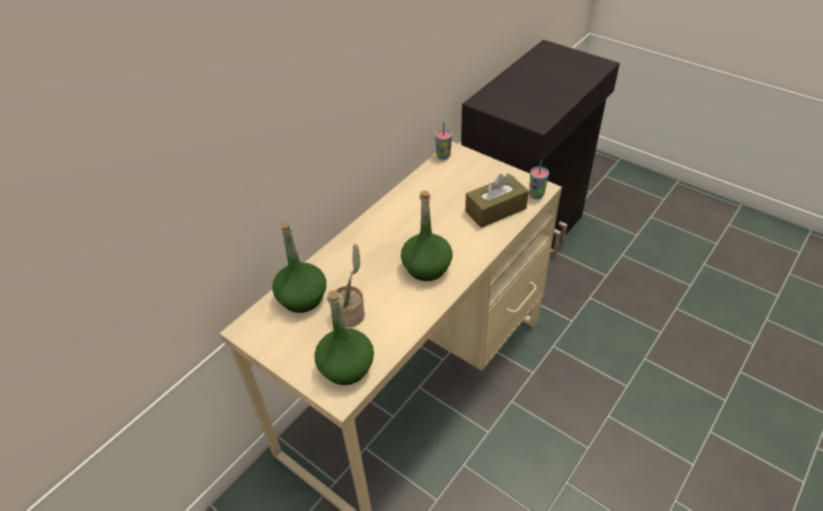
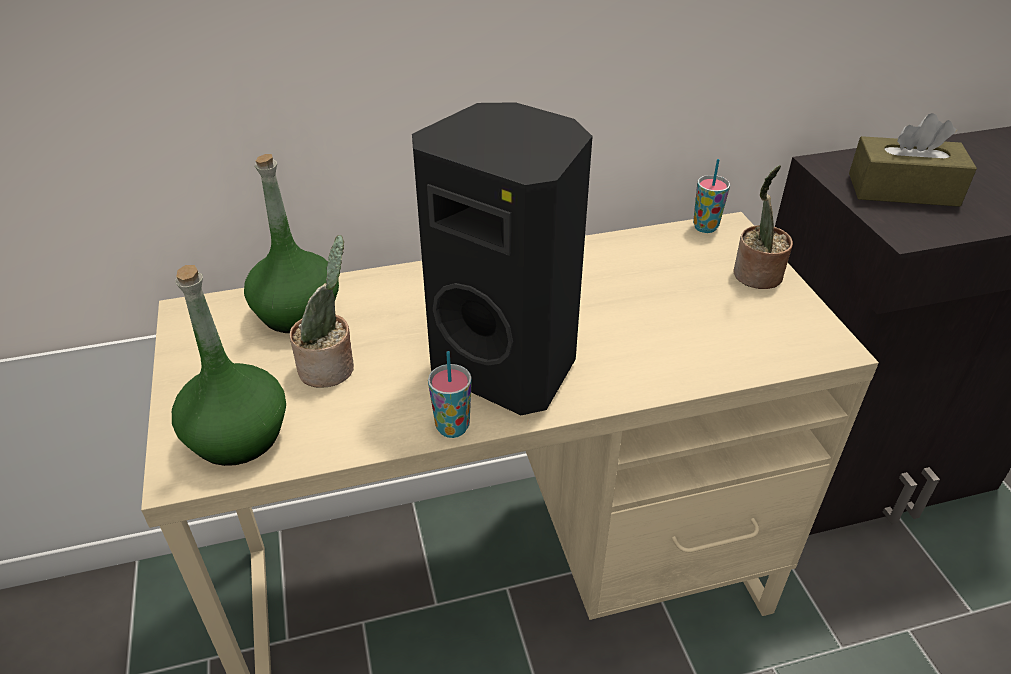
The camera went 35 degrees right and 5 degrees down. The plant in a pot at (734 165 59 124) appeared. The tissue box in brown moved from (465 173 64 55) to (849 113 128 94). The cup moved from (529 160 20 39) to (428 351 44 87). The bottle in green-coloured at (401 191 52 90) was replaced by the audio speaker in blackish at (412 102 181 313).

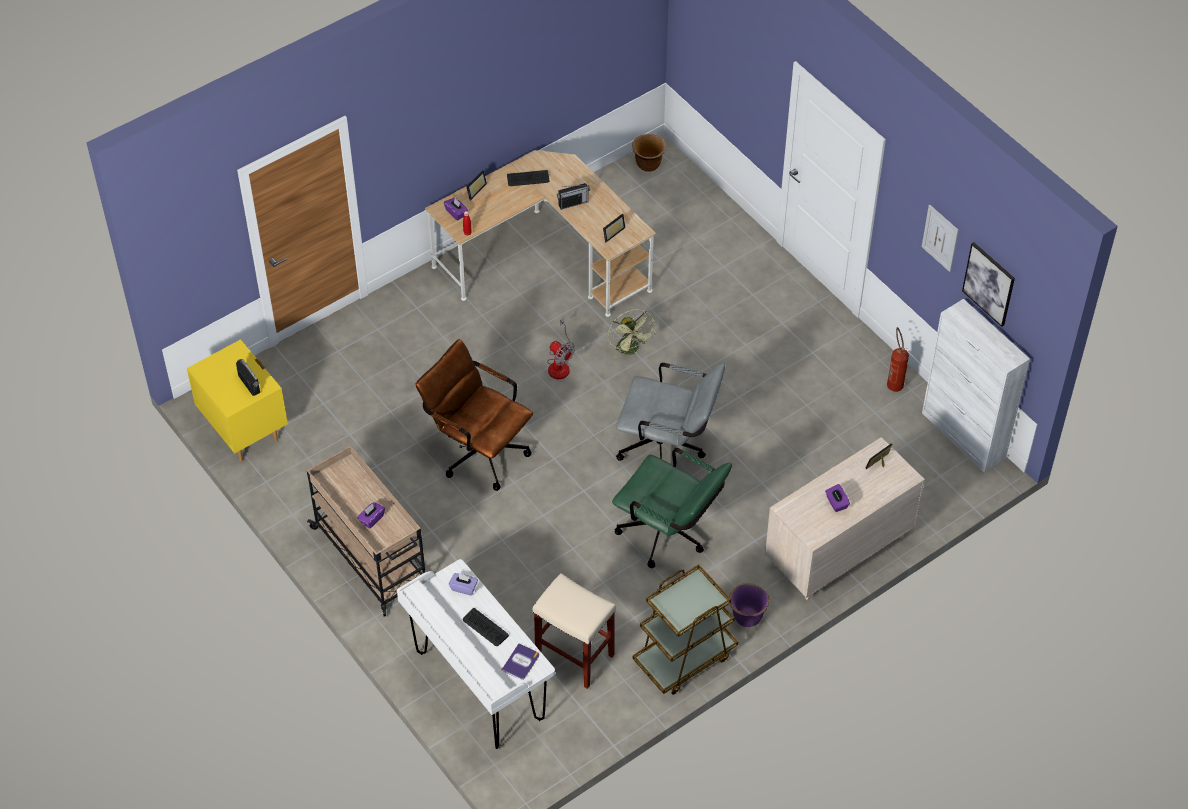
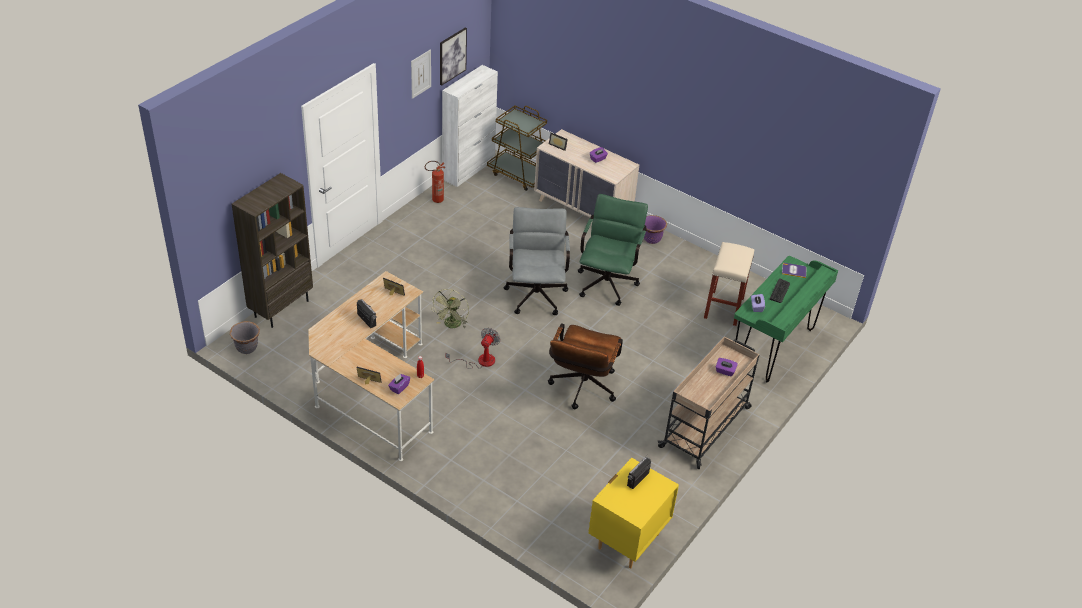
The camera went 110 degrees left and 10 degrees down. The keyboard at (507 170 42 16) disappeared. The shelving unit in brown at (232 173 81 155) appeared. The trolley in brown moved from (633 564 105 131) to (487 106 60 85). The desk unit in white at (397 559 158 190) became the desk unit in green-coloured at (734 256 104 126). The planter in brown at (632 134 34 38) became the planter in gray at (230 321 30 33). The cooling fan in green-coloured at (608 309 48 50) turned 150 degrees clockwise.

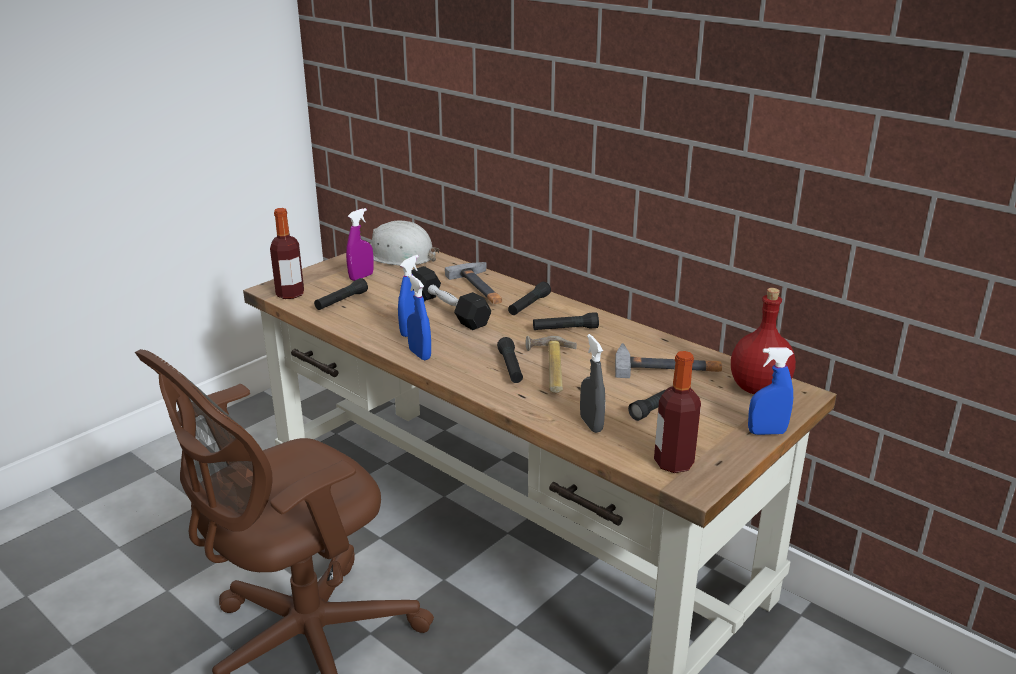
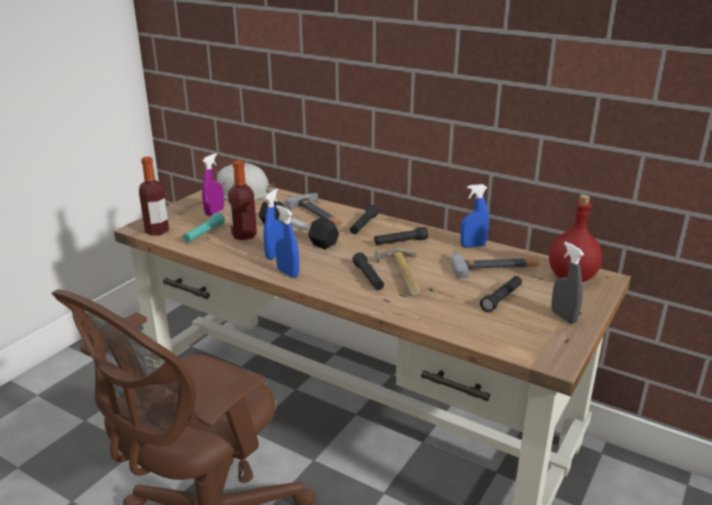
The camera went 10 degrees left and 0 degrees up. The hand sprayer in gray moved from (580 334 25 99) to (551 242 34 82). The bottle moved from (654 351 47 122) to (228 160 29 80). The hand sprayer in blue-coloured moved from (748 347 45 88) to (460 184 29 63). The flashlight in blackish at (314 278 54 32) became the flashlight in blue-green at (183 213 42 30).

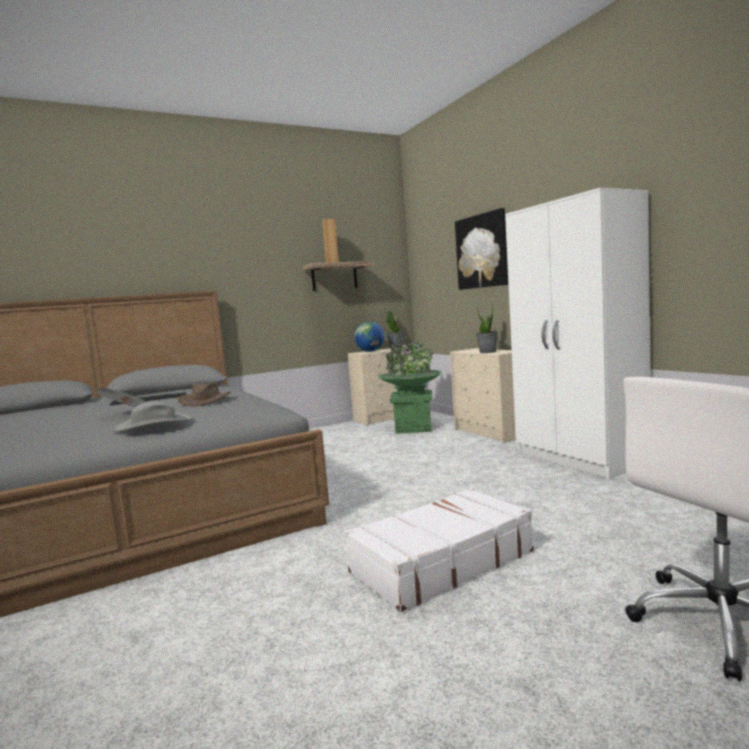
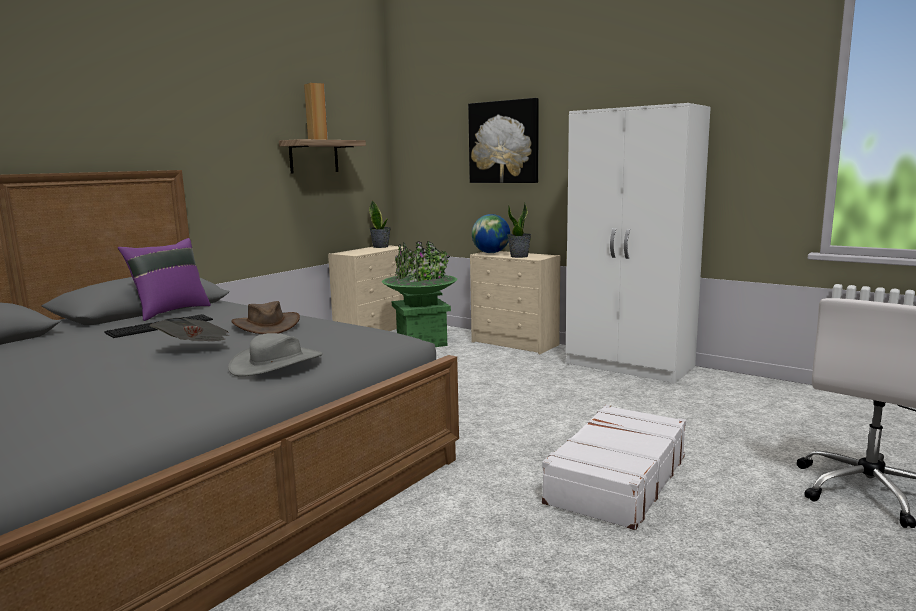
The camera went 25 degrees left and 5 degrees up. The throw pillow in purple-coloured at (118 238 93 83) appeared. The world globe moved from (354 322 30 30) to (472 214 38 39).

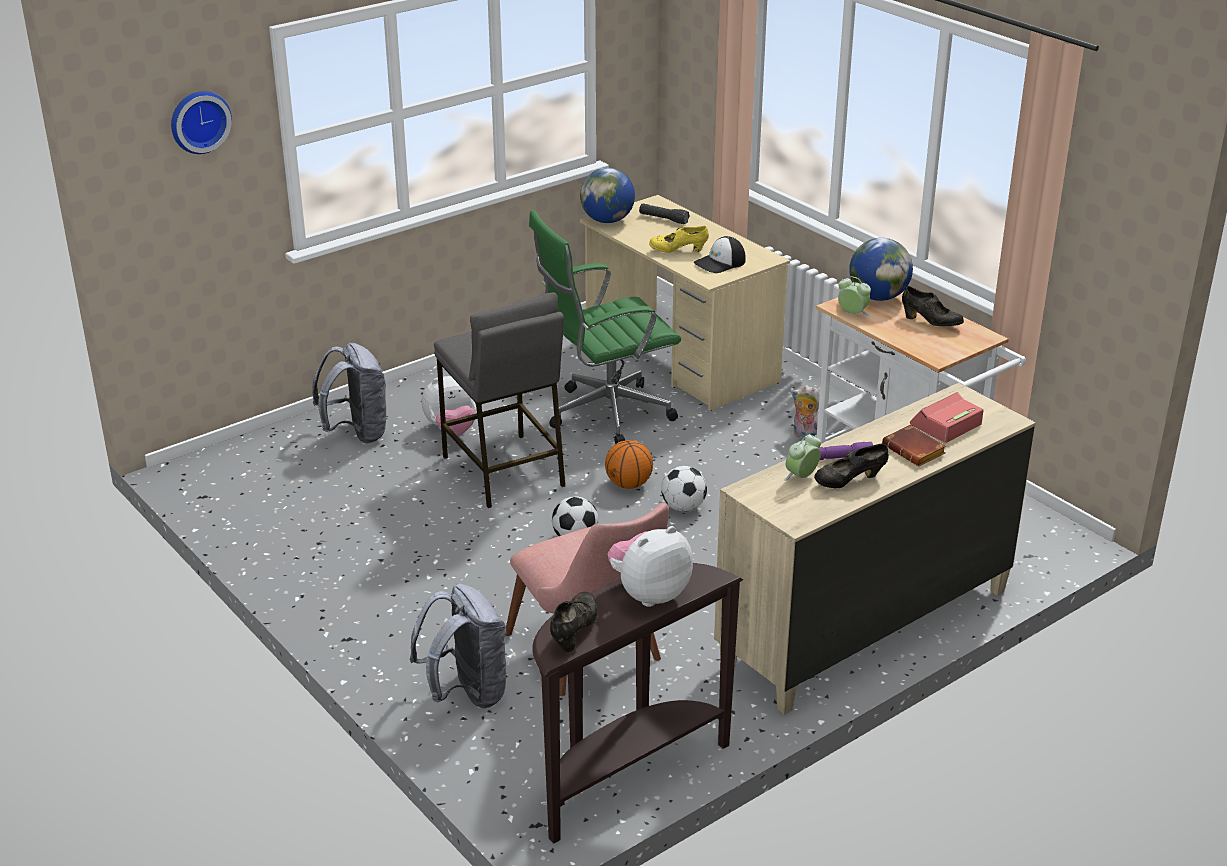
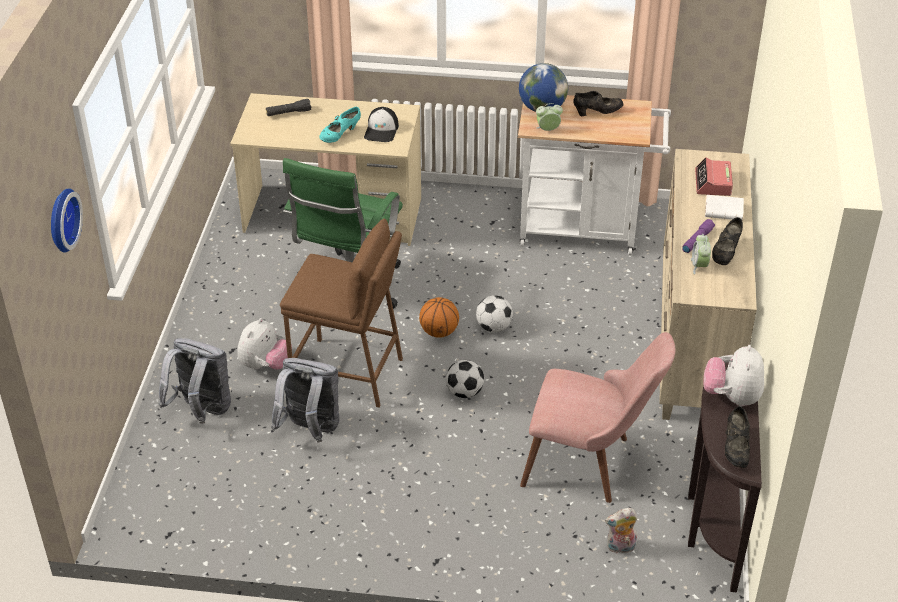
The camera went 45 degrees left and 10 degrees up. The world globe at (580 168 55 55) disappeared. The backpack in gray moved from (410 583 97 125) to (271 358 69 85). The cuddly toy moved from (792 385 28 55) to (605 508 33 46). The stool in gray at (434 292 131 216) became the stool in brown at (280 218 123 190). The item of footwear in yellow-coloured at (649 226 60 27) became the item of footwear in blue-green at (319 107 42 36). The book in brown at (882 425 64 42) became the book in white at (705 195 39 25). The item of footwear in blackish at (550 592 48 61) turned 150 degrees counterclockwise.

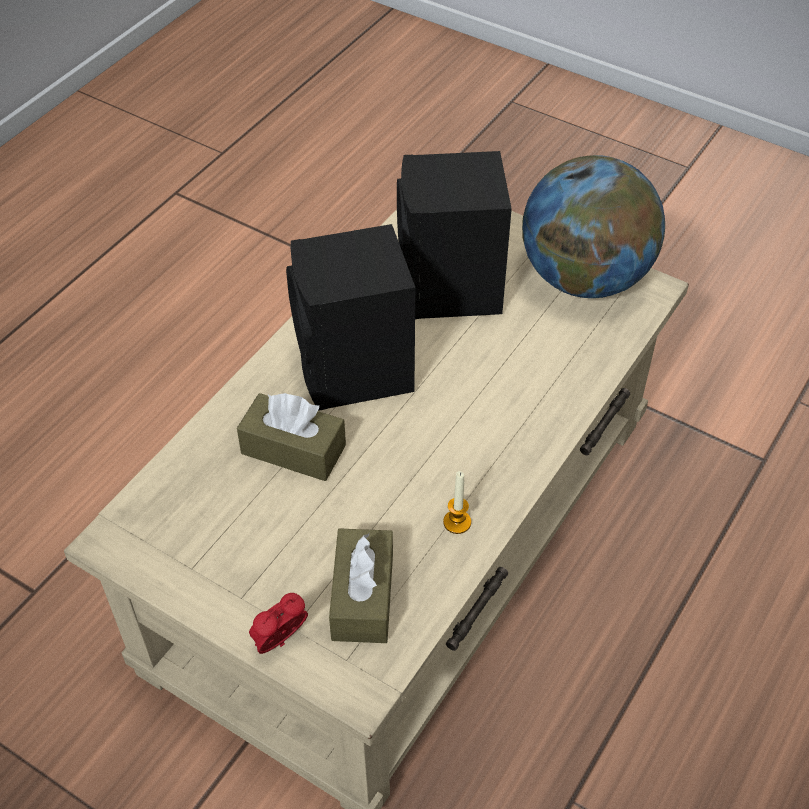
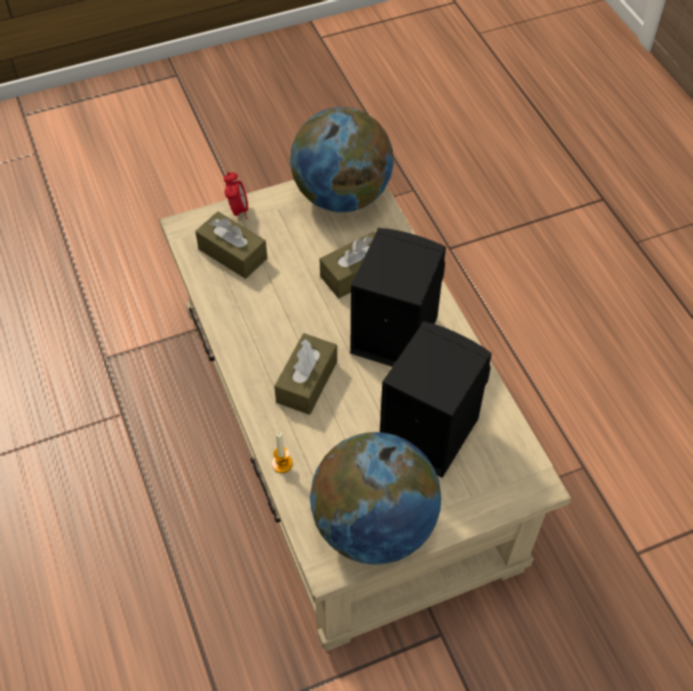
The camera went 125 degrees right and 5 degrees up. The tissue box in brown at (274 333 63 82) appeared. The world globe at (290 107 104 105) appeared. The wax candle moved from (443 471 28 63) to (272 431 21 42).

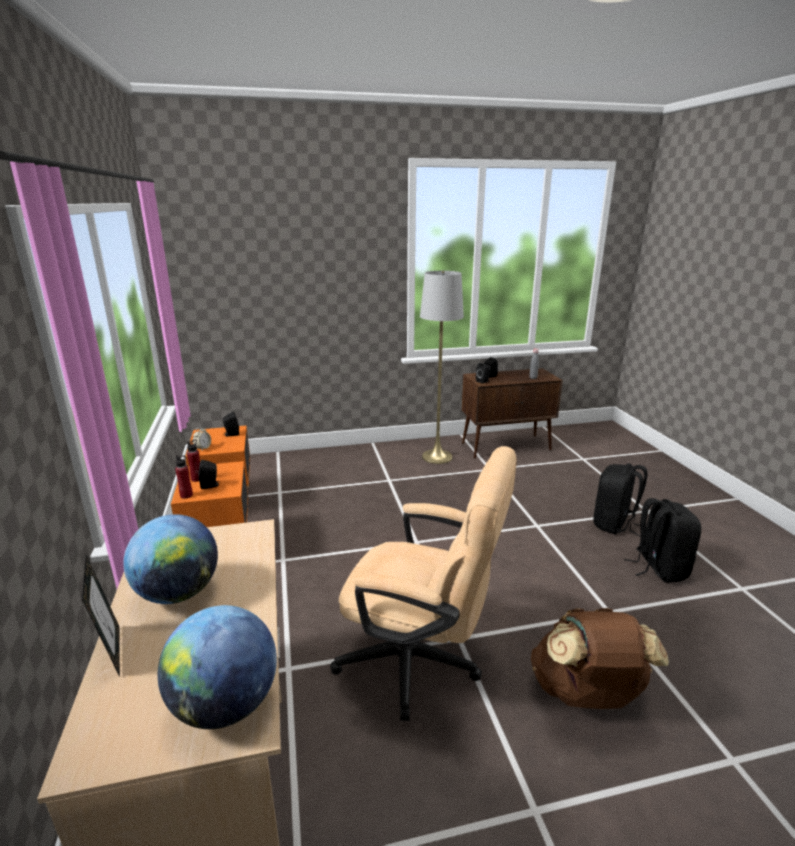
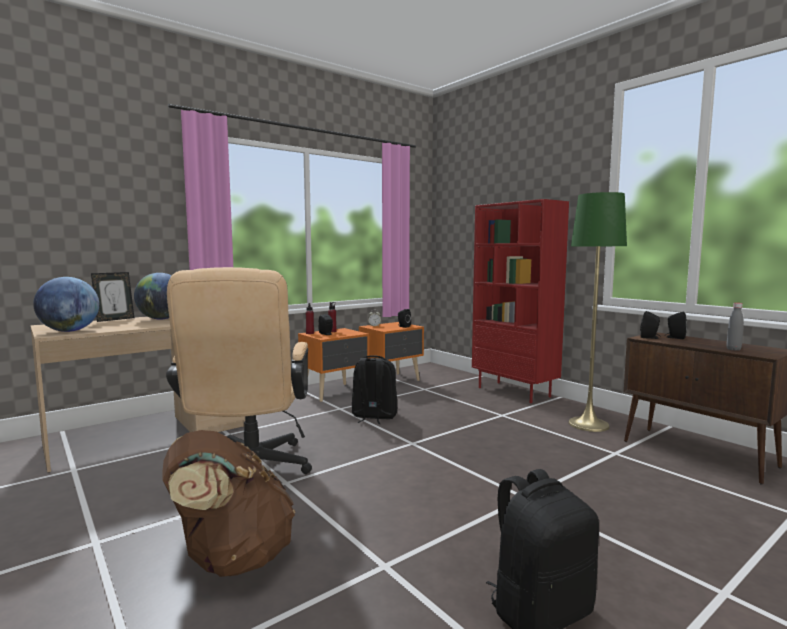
The camera went 65 degrees right and 15 degrees down. The shelving unit in red at (472 199 97 204) appeared. The backpack in blackish moved from (594 463 54 74) to (352 355 45 69). The standing lamp in gray at (420 271 44 193) became the standing lamp in green-coloured at (568 192 59 240).

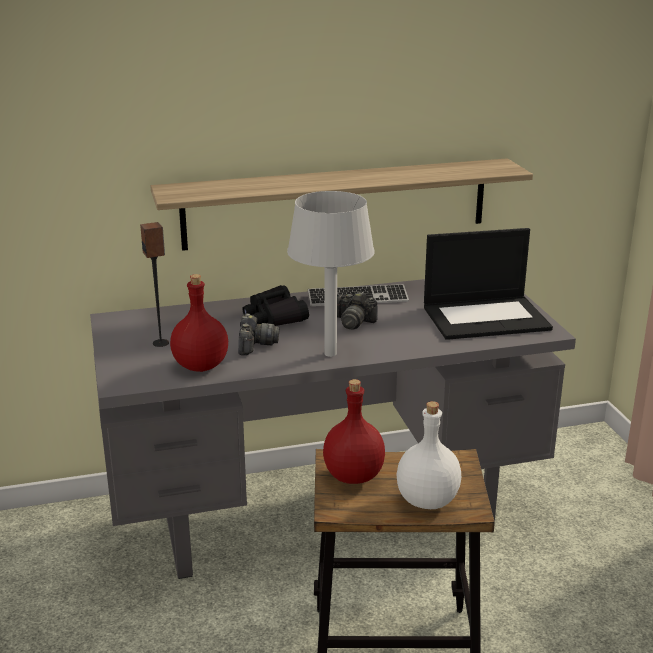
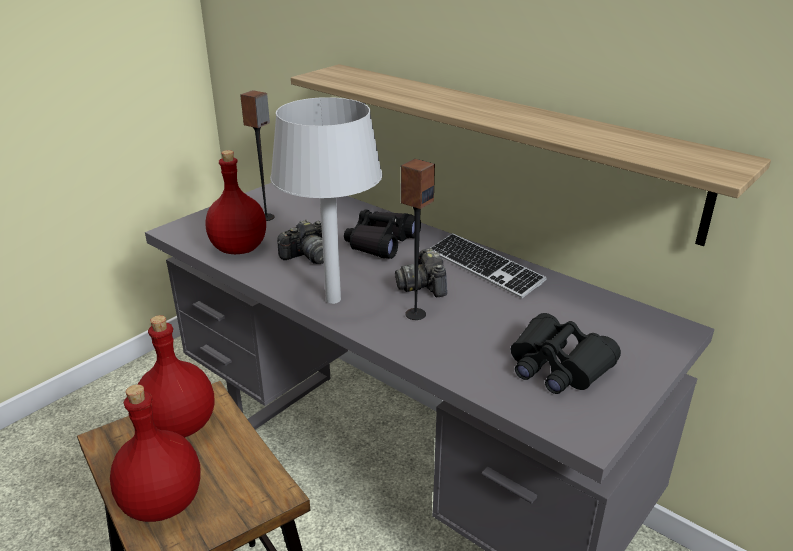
The camera went 55 degrees right and 5 degrees up. The audio speaker at (401 159 34 161) appeared. The portable computer at (424 228 129 112) was replaced by the binoculars in blackish at (510 313 111 81). The bottle in white at (397 401 64 108) became the bottle in red at (110 384 91 138).

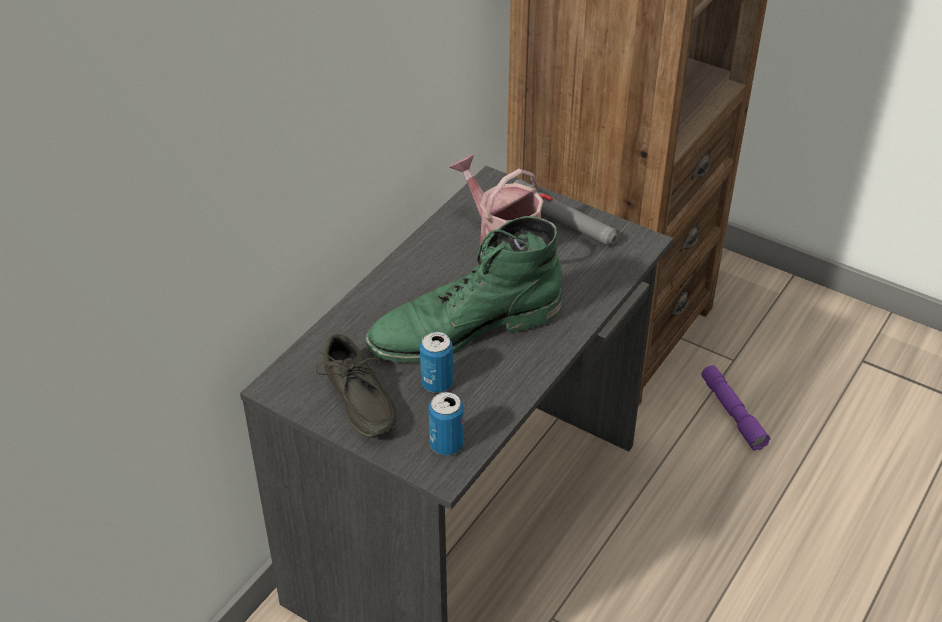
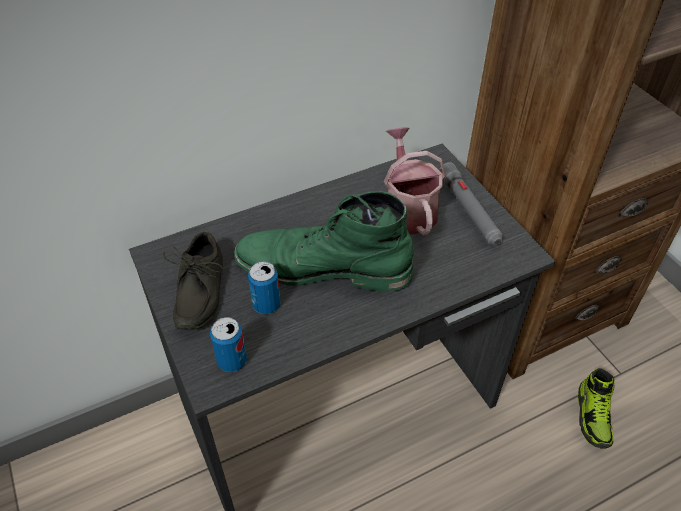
The camera went 30 degrees right and 5 degrees up. The flashlight in purple-coloured at (701 365 69 86) was replaced by the item of footwear at (578 368 37 81).

